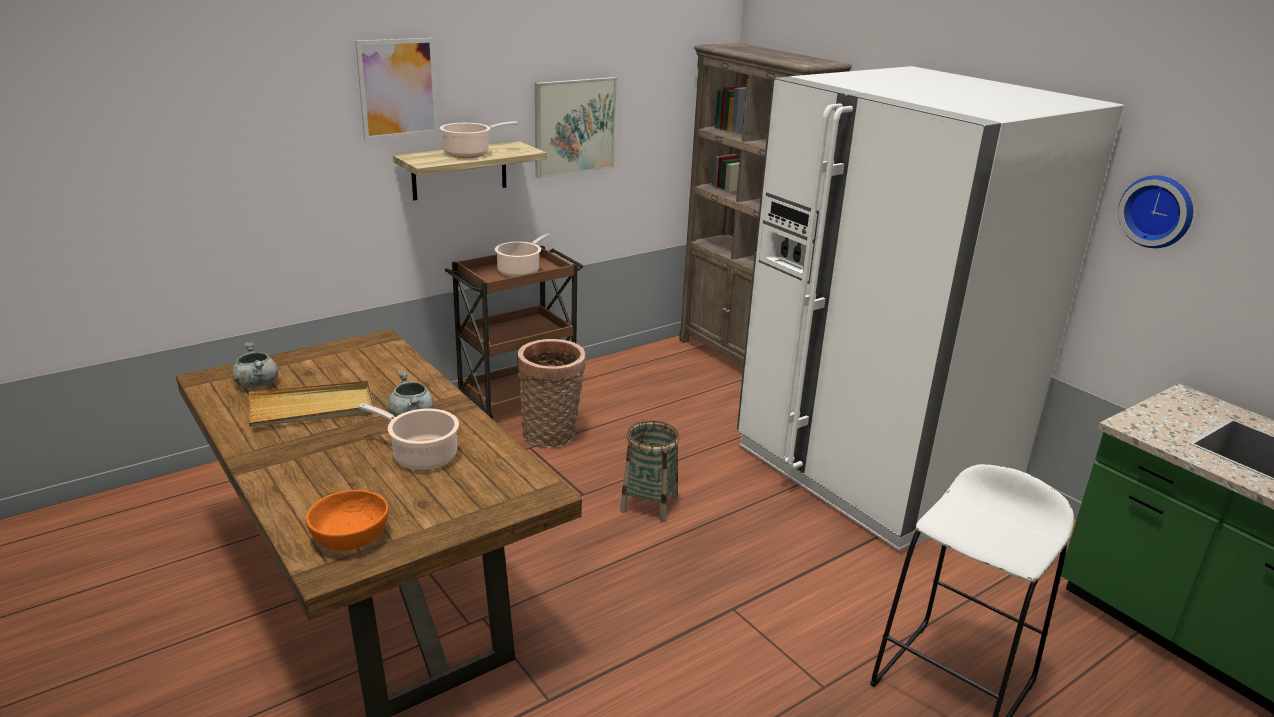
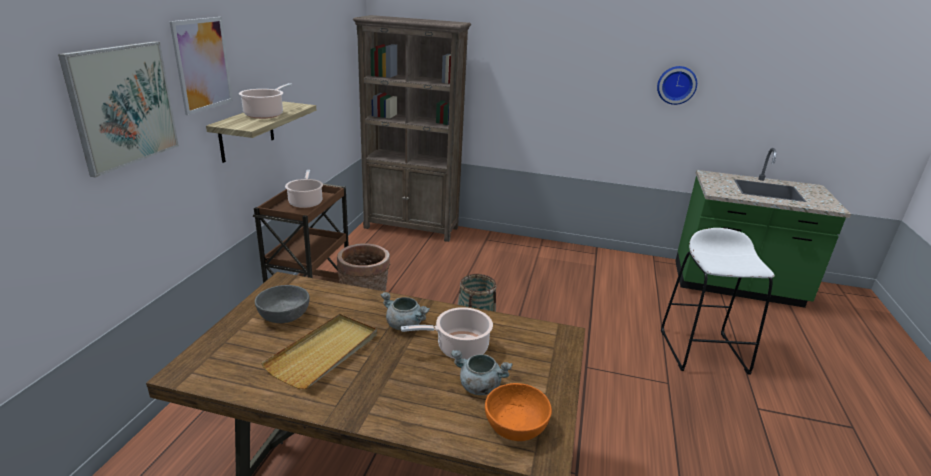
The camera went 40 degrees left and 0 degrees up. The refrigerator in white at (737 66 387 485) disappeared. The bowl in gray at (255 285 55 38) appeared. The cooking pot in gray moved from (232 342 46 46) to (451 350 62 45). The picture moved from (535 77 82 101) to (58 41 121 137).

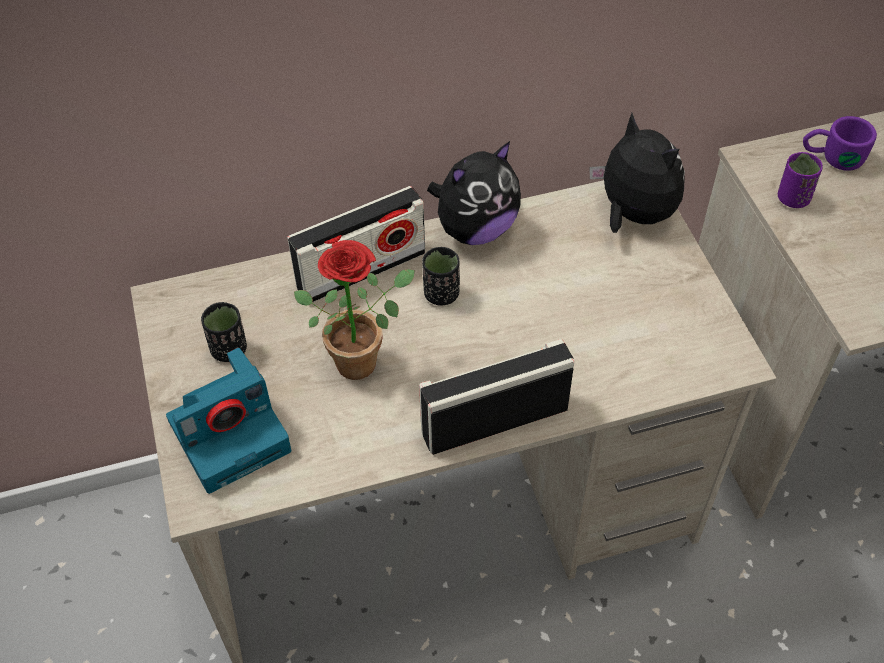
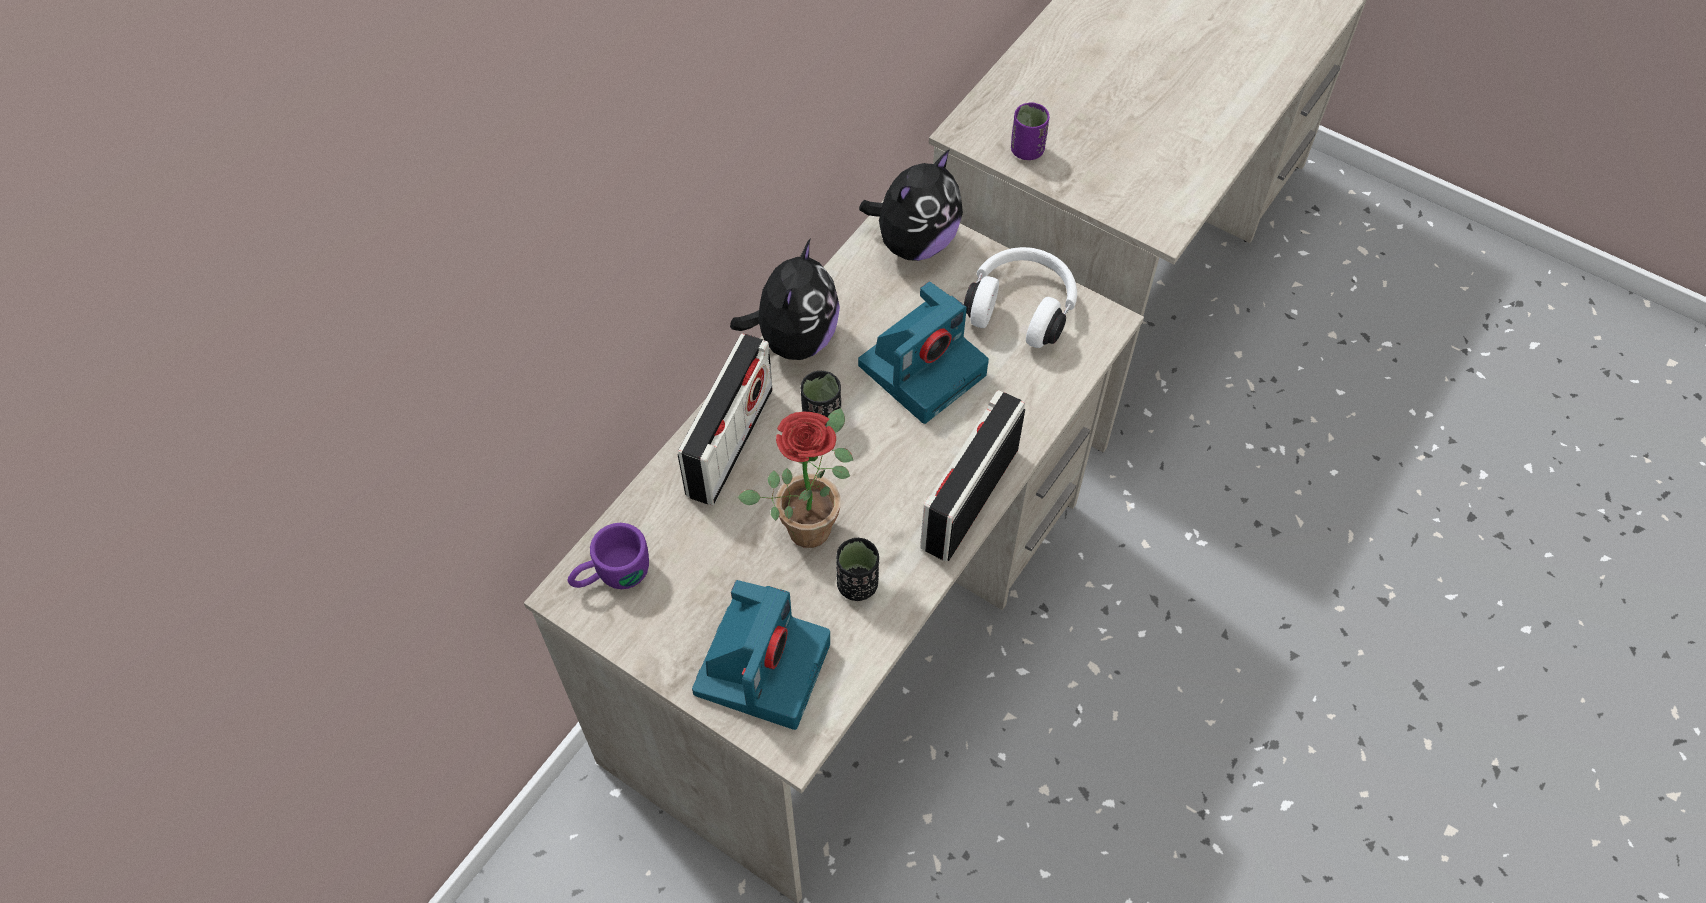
The camera went 40 degrees left and 5 degrees up. The still camera at (858 282 131 142) appeared. The pair of headphones in white at (964 247 113 101) appeared. The cup in blackish moved from (201 302 46 60) to (836 538 43 63). The coffee mug in purple-coloured moved from (803 116 74 55) to (567 523 82 66). The cuddly toy at (590 113 95 120) turned 120 degrees clockwise.

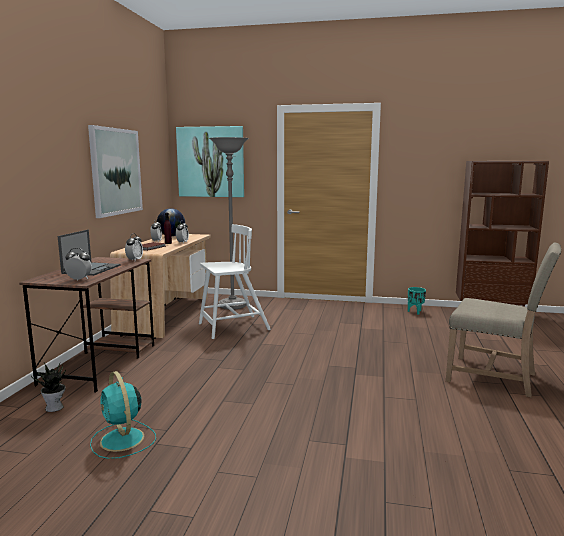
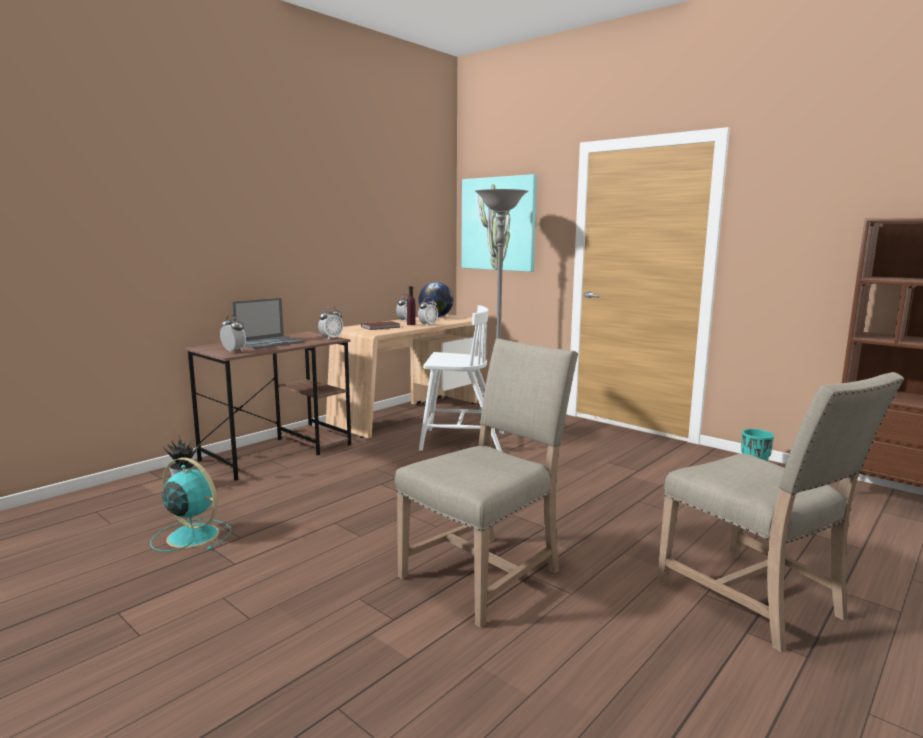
The camera went 30 degrees right and 0 degrees up. The picture at (88 125 55 93) disappeared. The plain chair in sand-coloured at (395 338 183 290) appeared. The cooling fan in blue-green at (90 371 66 88) turned 120 degrees clockwise.

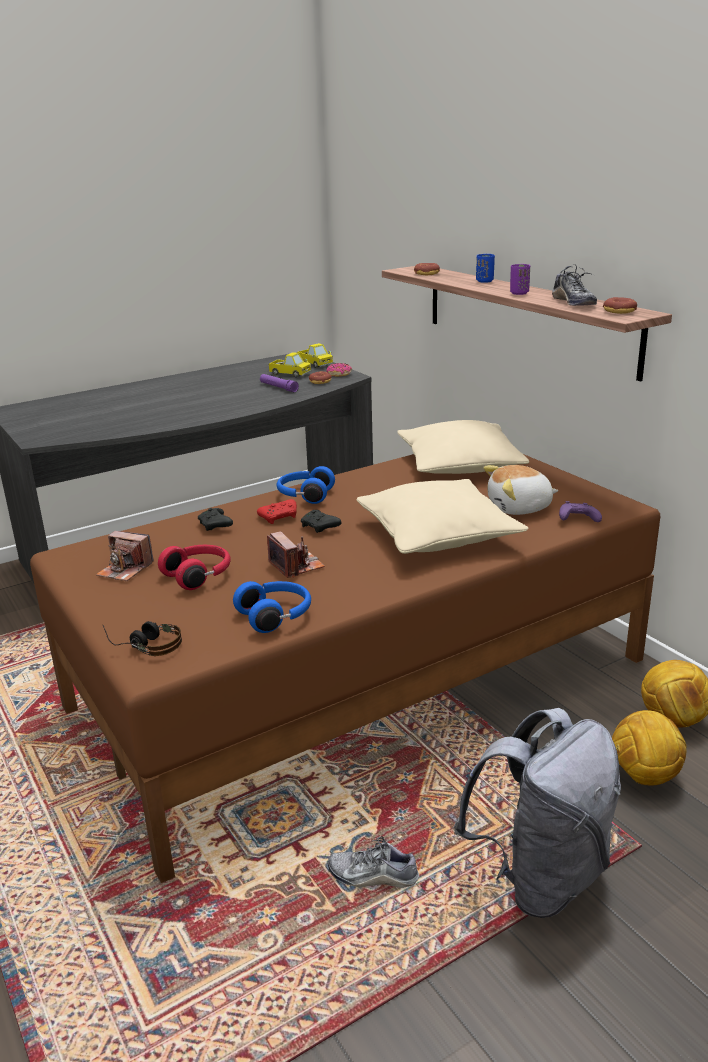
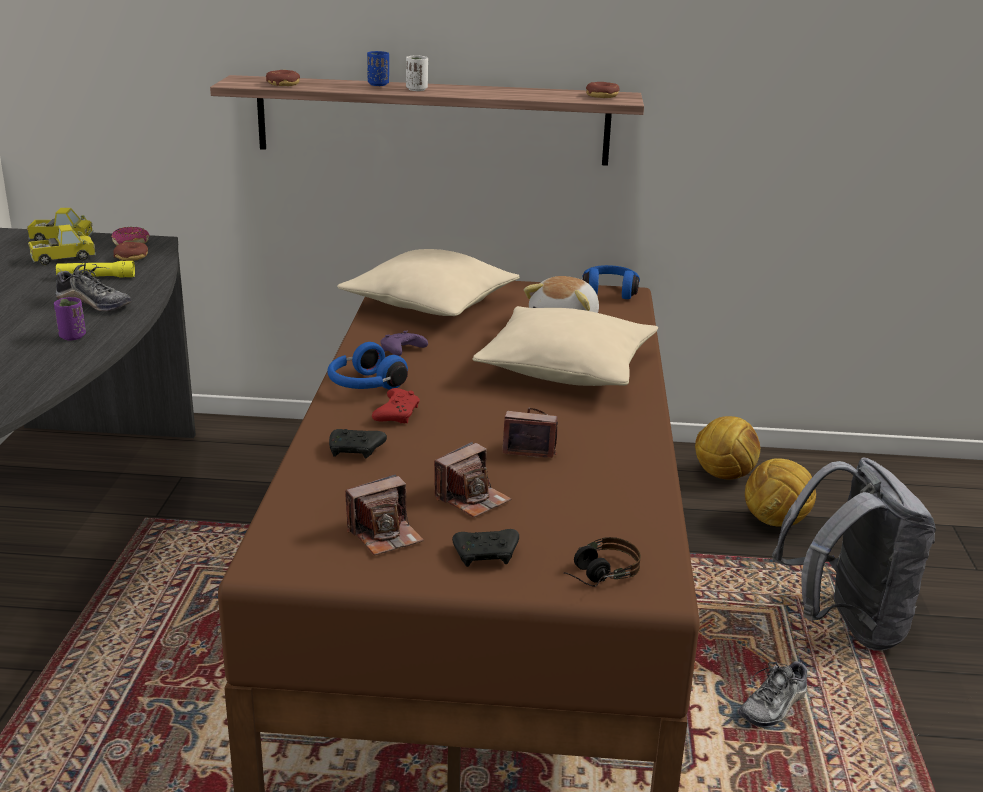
The camera went 55 degrees left and 0 degrees up. The cup in white at (406 56 22 35) appeared. The pair of headphones in blue-coloured moved from (233 581 78 52) to (583 265 57 34). The gamepad in blackish moved from (301 510 41 23) to (452 529 67 38). The cup in purple-coloured moved from (510 264 20 31) to (54 297 32 43). The item of footwear moved from (552 264 45 42) to (56 261 76 50). The gamepad in purple-coloured moved from (559 501 43 21) to (380 331 48 25). The pair of headphones in red at (158 545 73 45) was replaced by the still camera at (434 442 77 75). The flashlight in purple-coloured at (260 374 39 18) became the flashlight in yellow-coloured at (56 261 79 16).

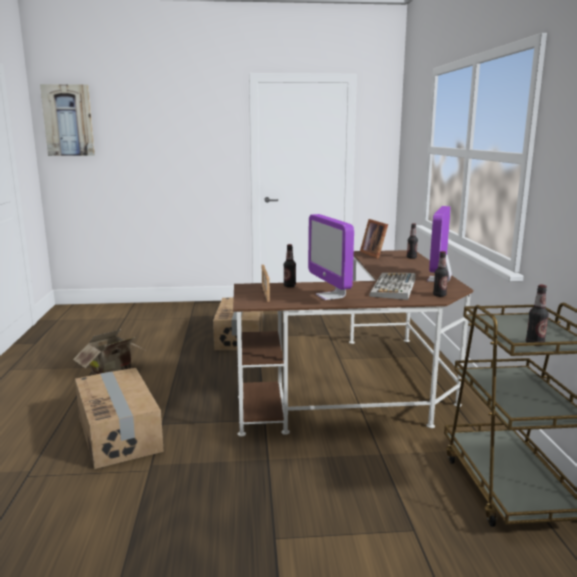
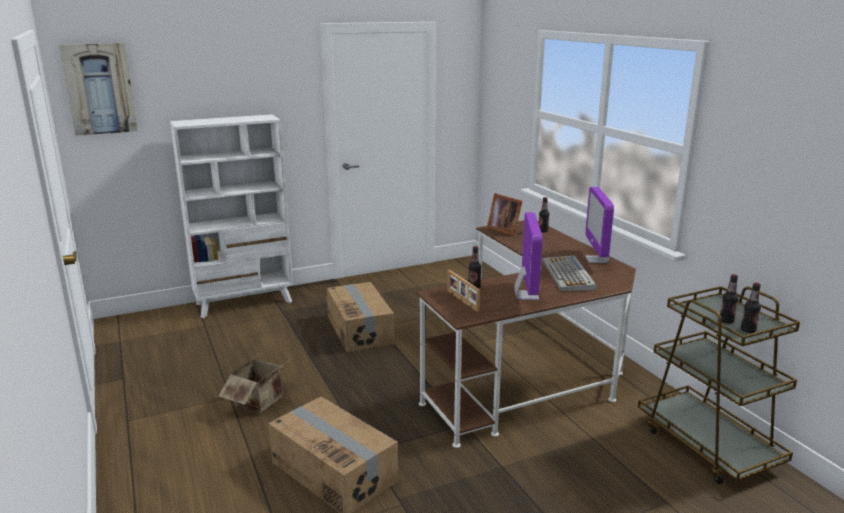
The camera went 20 degrees left and 5 degrees up. The shelving unit in white at (170 114 123 204) appeared. The bottle moved from (433 251 15 46) to (720 274 19 49). The computer screen at (308 214 46 86) turned 135 degrees counterclockwise.

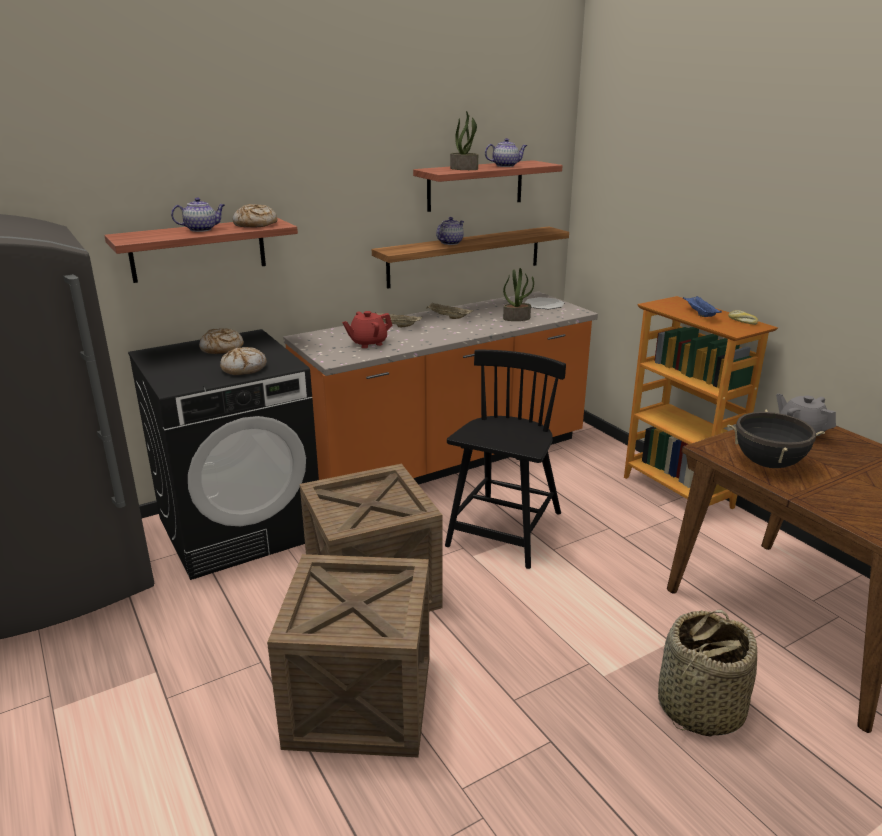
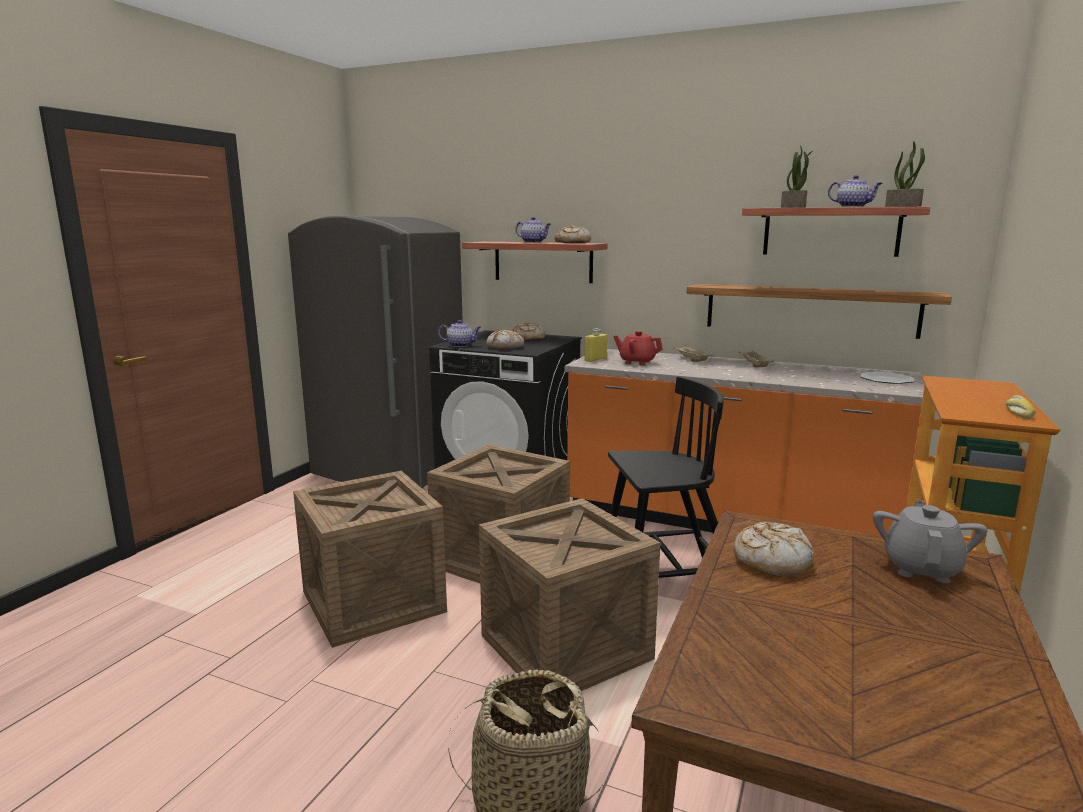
The camera went 55 degrees right and 10 degrees down. The carrying tray in blue-coloured at (683 295 39 22) disappeared. The shipping crate at (479 498 181 193) appeared. The bottle in yellow-coloured at (584 328 24 34) appeared. The tea pot moved from (436 217 28 28) to (438 320 43 27). The plant in a pot moved from (503 268 31 53) to (885 141 40 66). The cooking pot in blackish at (727 410 98 58) was replaced by the baked bread at (733 522 81 54).

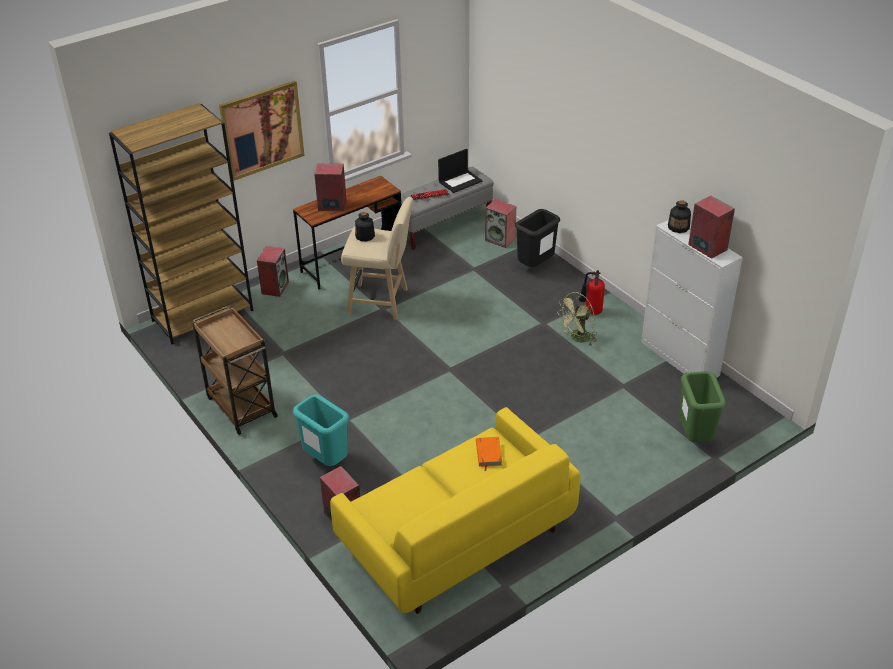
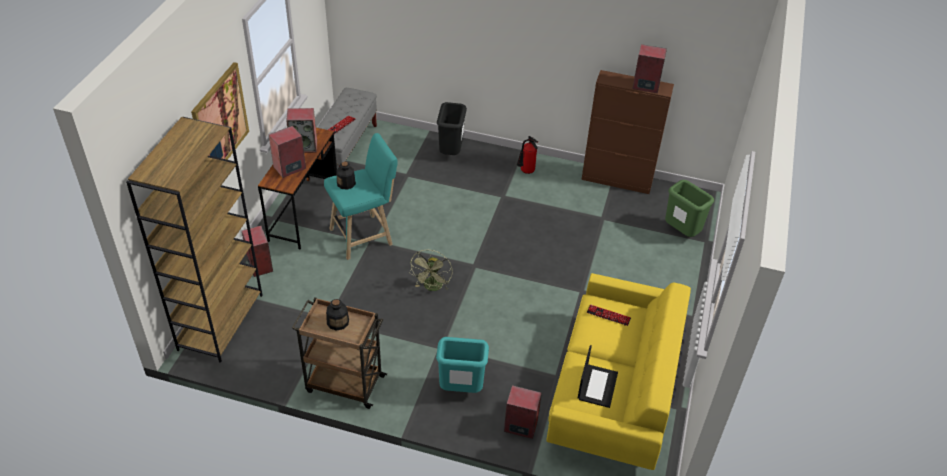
The camera went 40 degrees left and 5 degrees up. The portable computer moved from (438 149 45 44) to (578 345 40 63). The audio speaker moved from (485 199 31 49) to (286 108 31 45). The cooling fan in green-coloured moved from (557 292 40 53) to (410 250 43 41). The bottle moved from (668 200 23 33) to (326 299 23 32). The book in orangey at (476 437 26 34) was replaced by the keyboard at (587 305 44 21). The stool in sand-coloured at (341 197 72 122) became the stool in blue-green at (324 133 74 127). The cupboard in white at (641 220 102 158) became the cupboard in brown at (581 70 93 124).

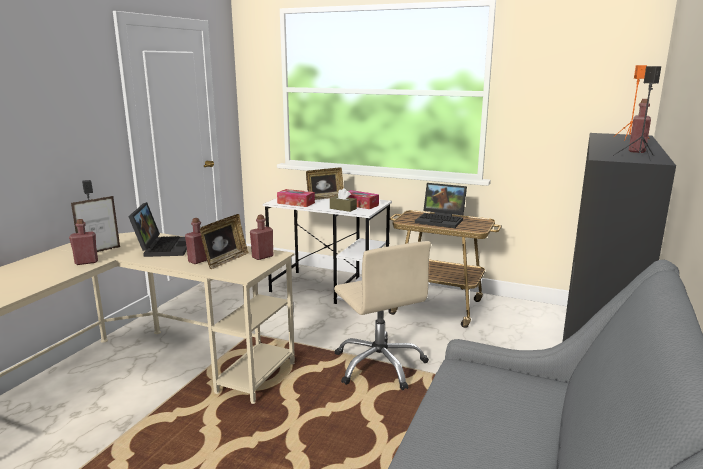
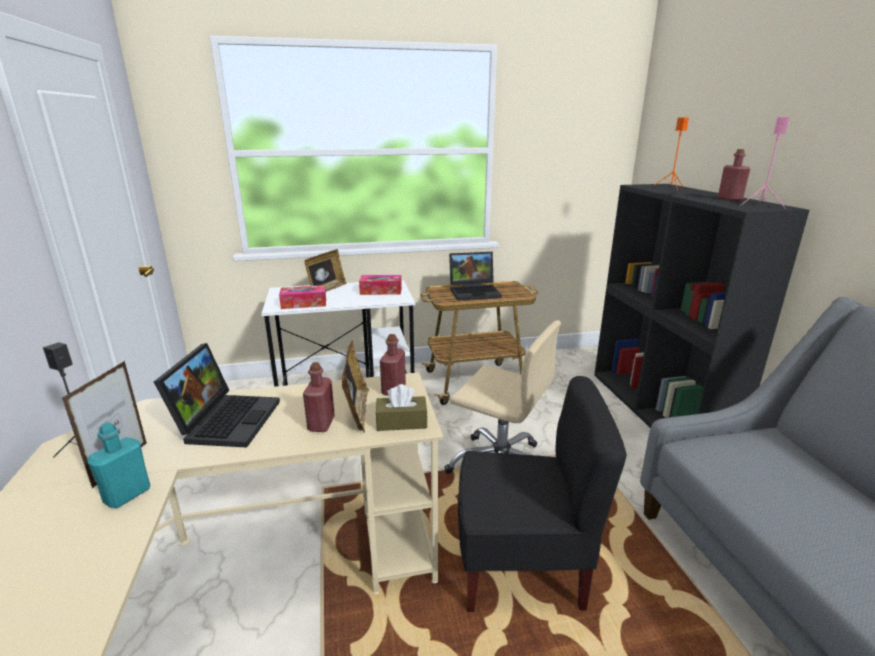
The camera went 35 degrees left and 5 degrees up. The plain chair in blackish at (458 376 169 236) appeared. The tissue box in brown moved from (330 188 27 24) to (376 384 52 47). The bottle in red at (69 219 29 46) became the bottle in blue-green at (87 422 63 86). The audio speaker in blackish at (613 66 48 96) became the audio speaker in pink at (740 117 50 92). The portable computer at (128 202 59 55) turned 45 degrees clockwise.

